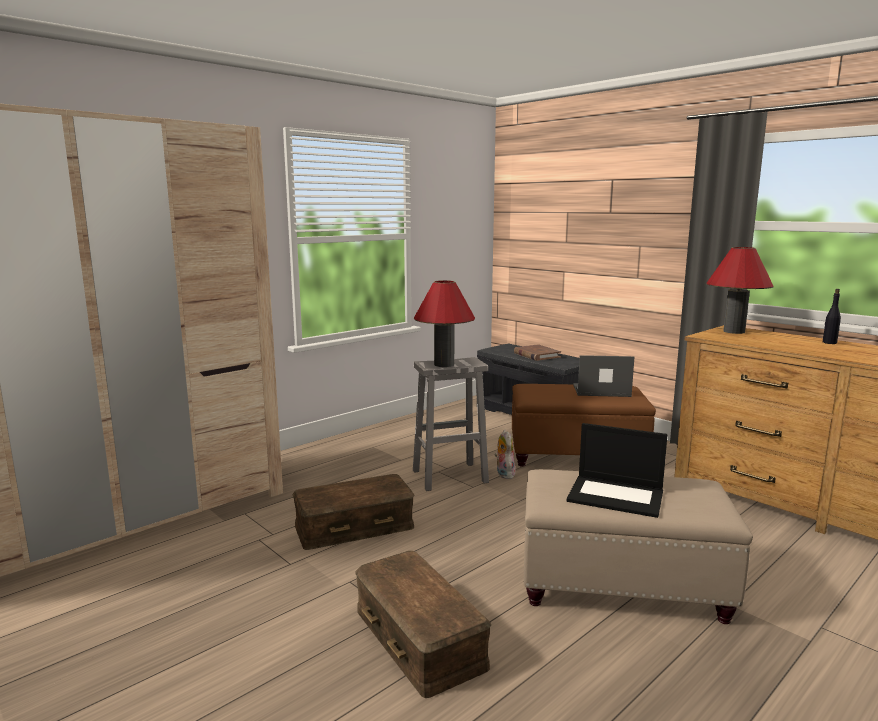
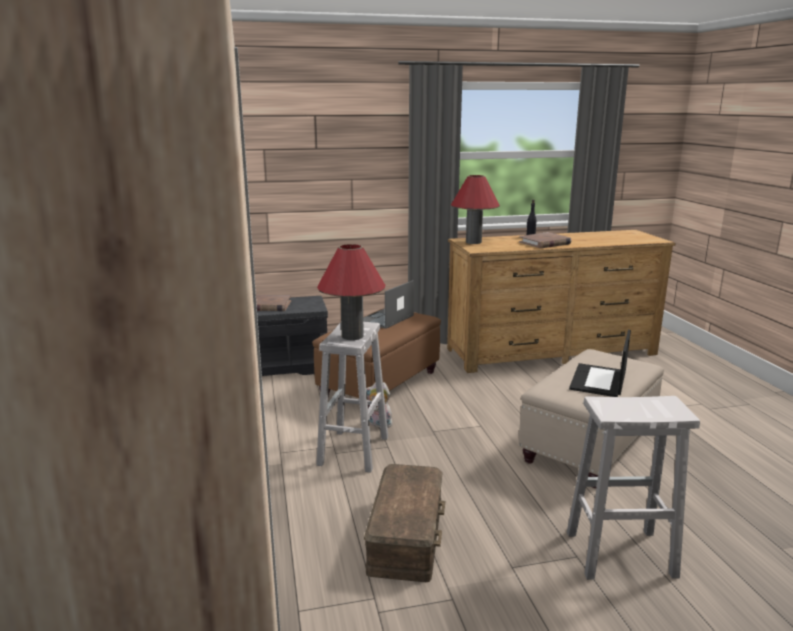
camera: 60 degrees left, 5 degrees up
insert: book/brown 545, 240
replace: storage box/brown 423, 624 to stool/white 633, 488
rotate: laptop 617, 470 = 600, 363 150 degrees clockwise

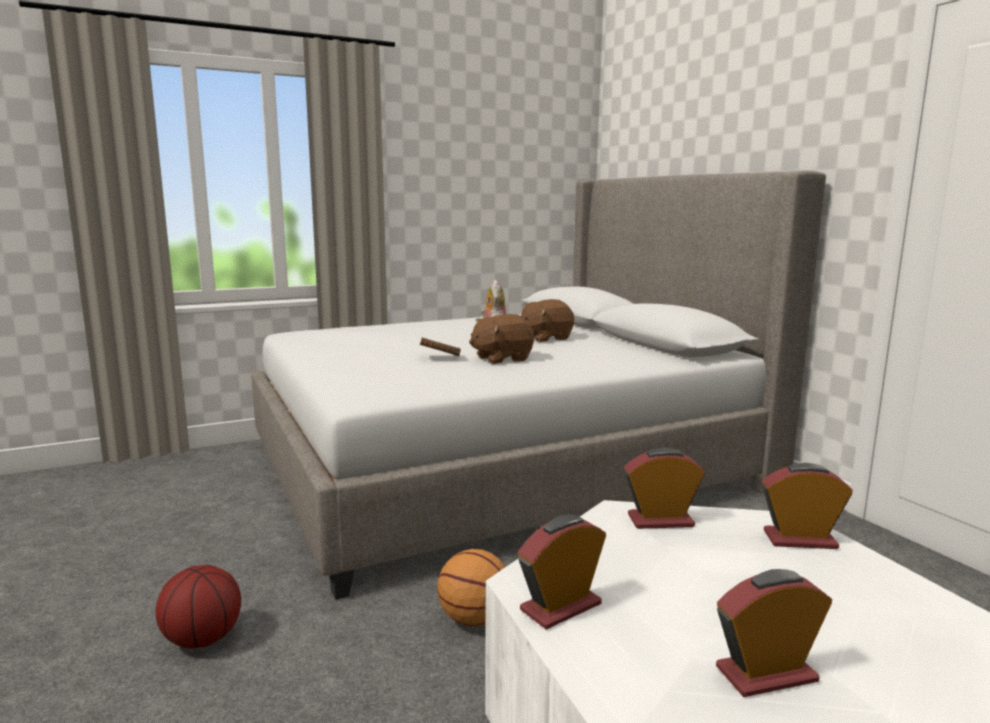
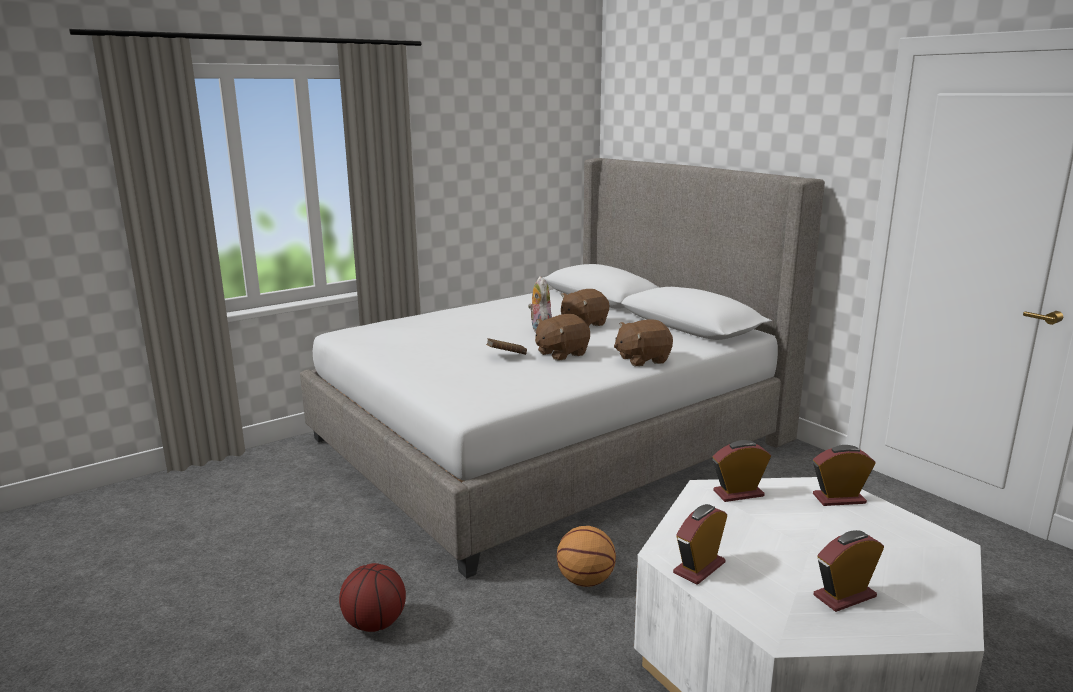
camera: 10 degrees left, 5 degrees up
insert: plush toy/brown 643, 342

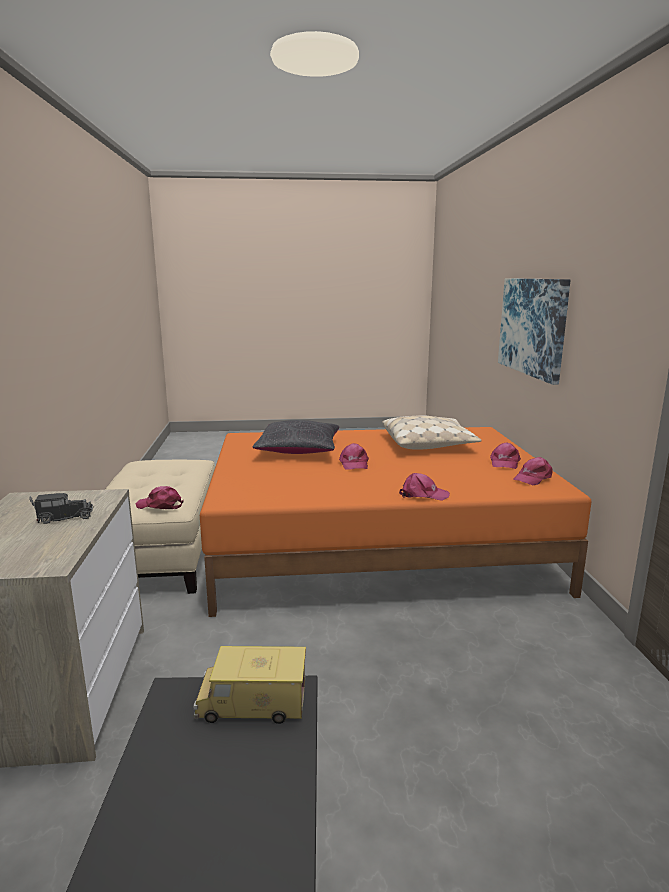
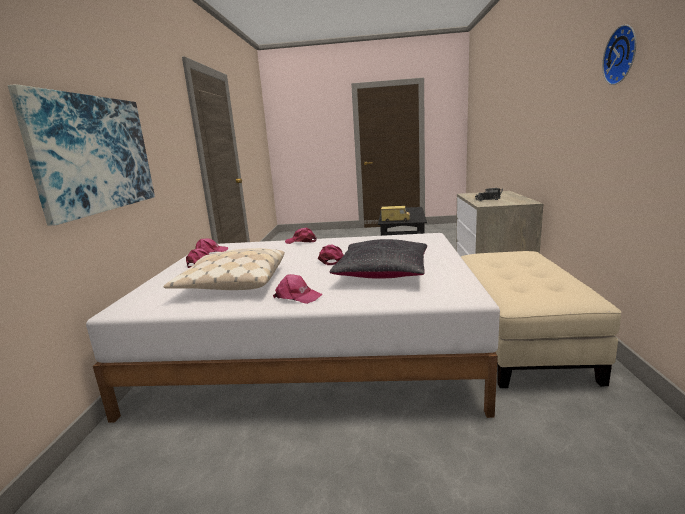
camera: 170 degrees left, 0 degrees up
insert: wall clock 619, 54
move: cap/pink 159, 497 to 298, 289
recolor: bed/orange 395, 522 to bed/white 293, 328

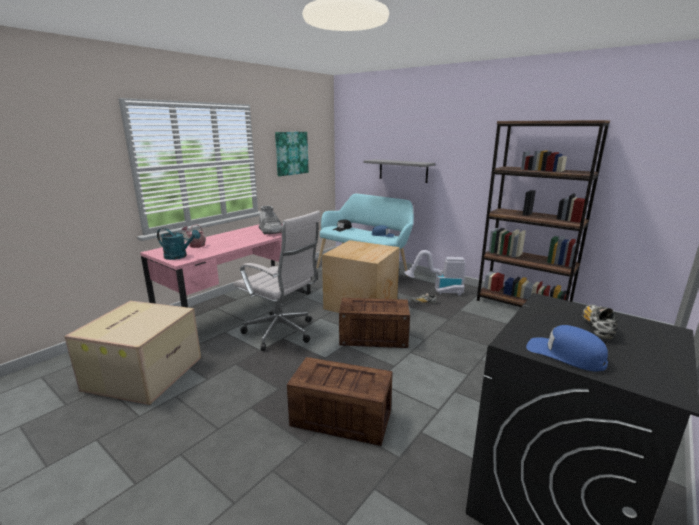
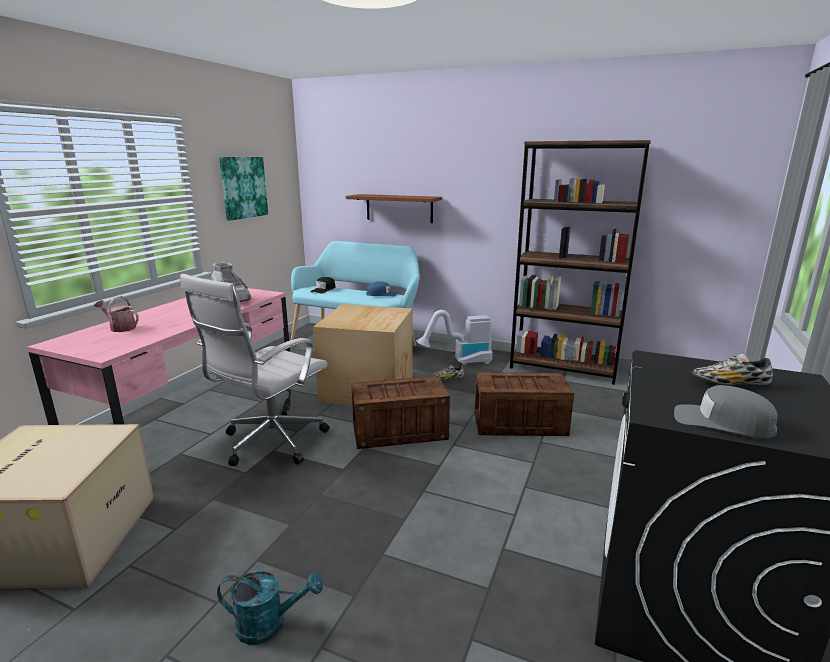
camera: 15 degrees left, 0 degrees up
move: watering can/turquoise 178, 244 to 270, 608; crate 340, 401 to 524, 404
recolor: shelf/grey 399, 171 to shelf/brown 394, 208; cap/blue 567, 348 to cap/grey 725, 411
rotate: office chair/white 277, 281 = 254, 370 105 degrees clockwise; shoe 599, 322 = 732, 369 90 degrees counterclockwise

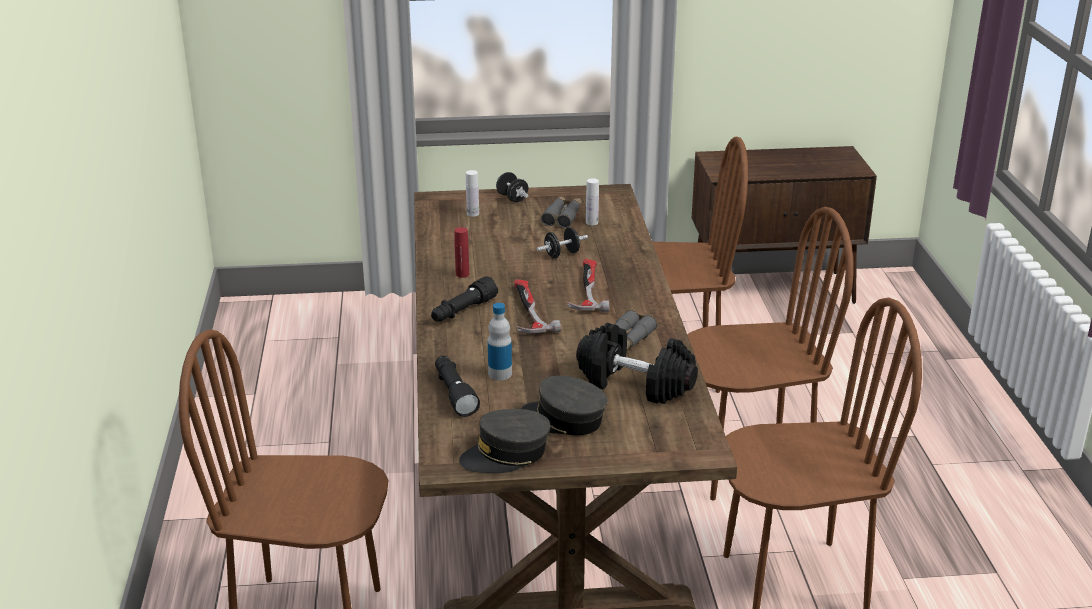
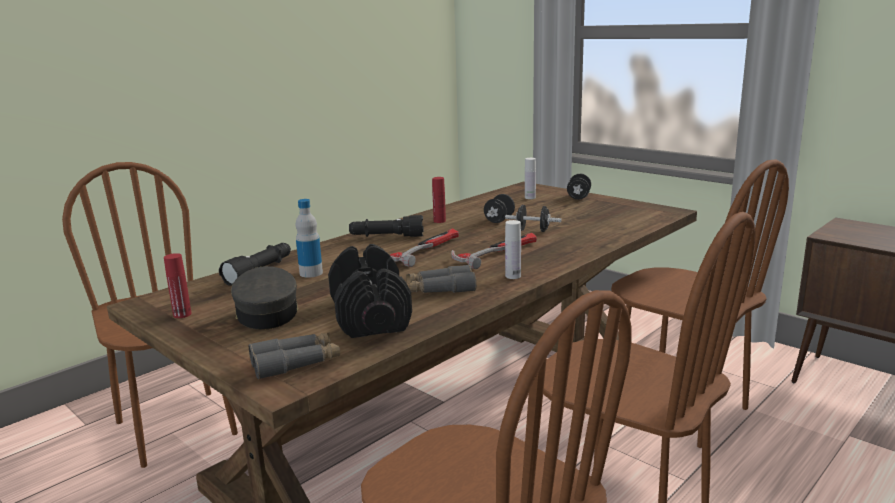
camera: 50 degrees right, 10 degrees down
insert: dumbbell/black 499, 208
move: binoculars/grey 561, 212 to 294, 356; bottle/white 592, 201 to 513, 249
replace: cap/grey 504, 441 to bottle/red 178, 285

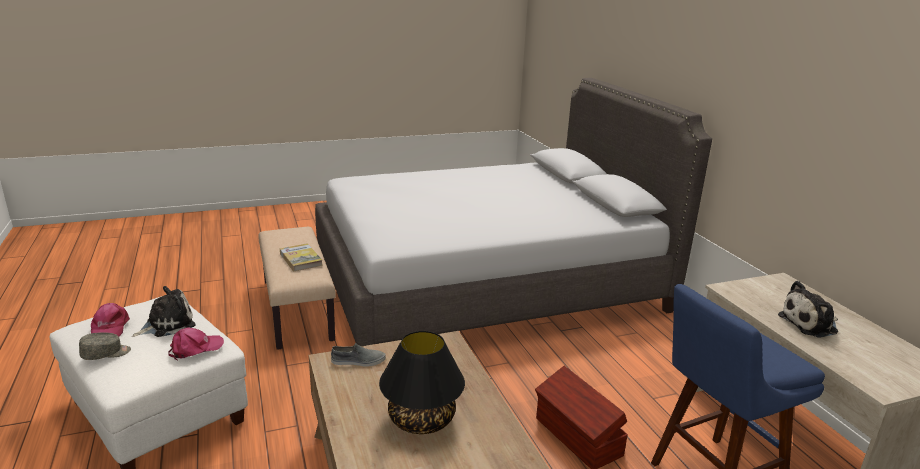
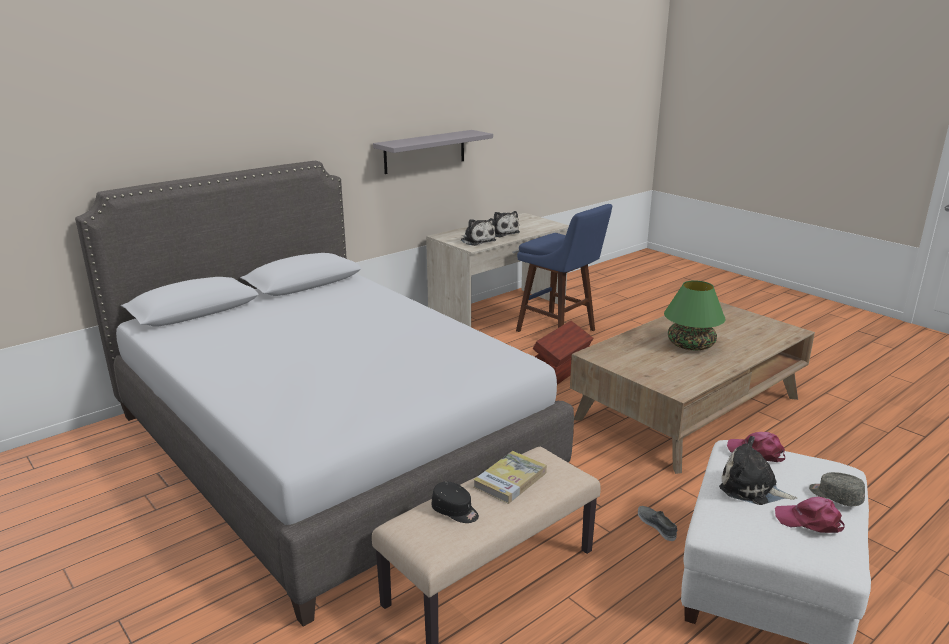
camera: 110 degrees left, 0 degrees up
insert: shelf/grey 433, 152; cap/black 455, 502; plush toy 478, 232
move: shoe/grey 358, 355 to 658, 523
recolor: table lamp/black 422, 382 to table lamp/green 695, 315
rotate: cap/pink 110, 319 = 810, 515 120 degrees counterclockwise

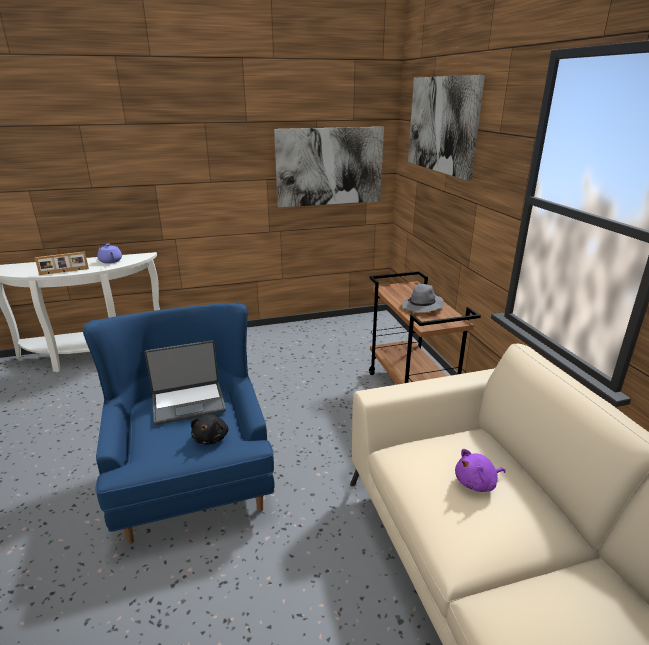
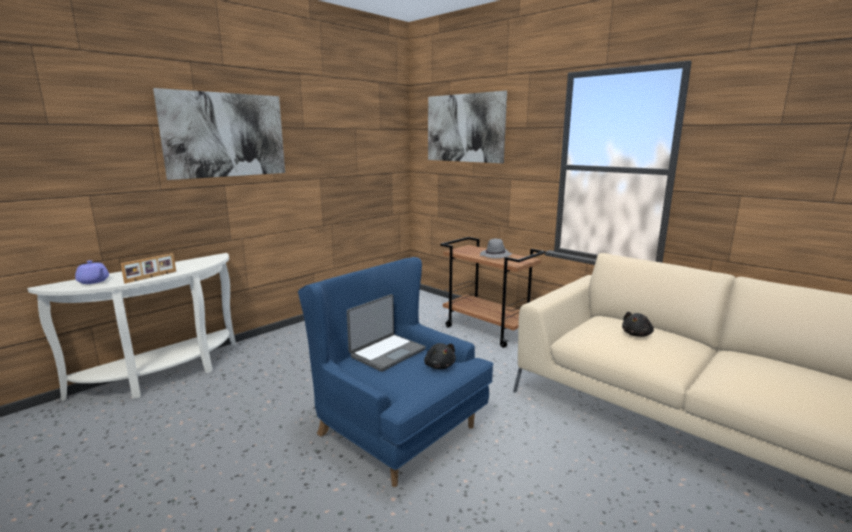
camera: 30 degrees left, 10 degrees down
move: teapot/purple 109, 254 to 92, 272; picture 329, 167 to 219, 134
recolor: plush toy/purple 480, 470 to plush toy/black 638, 324

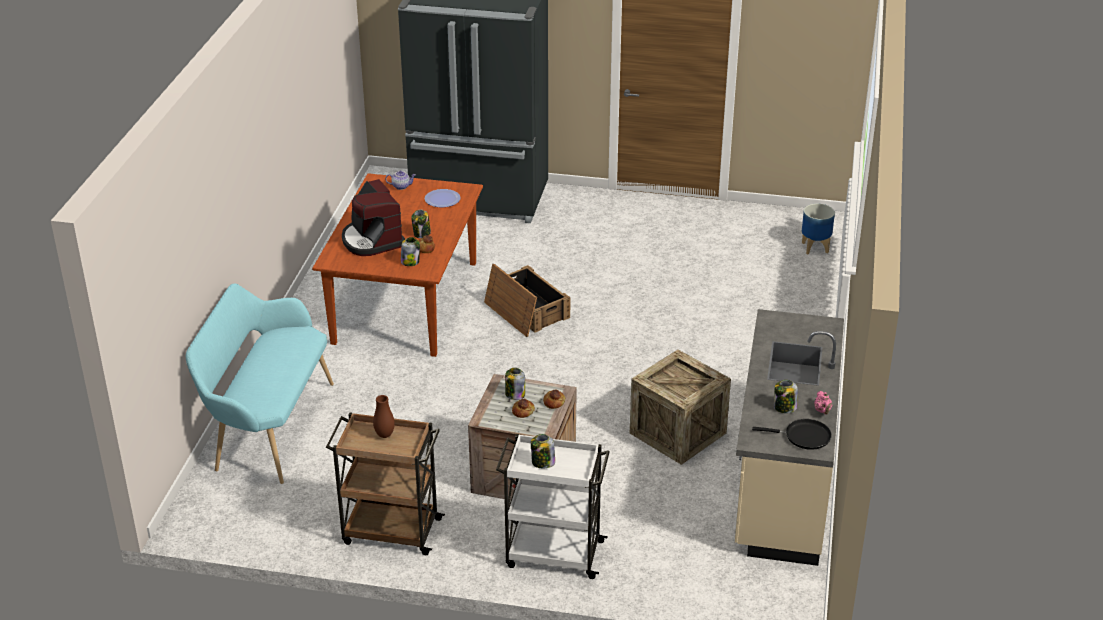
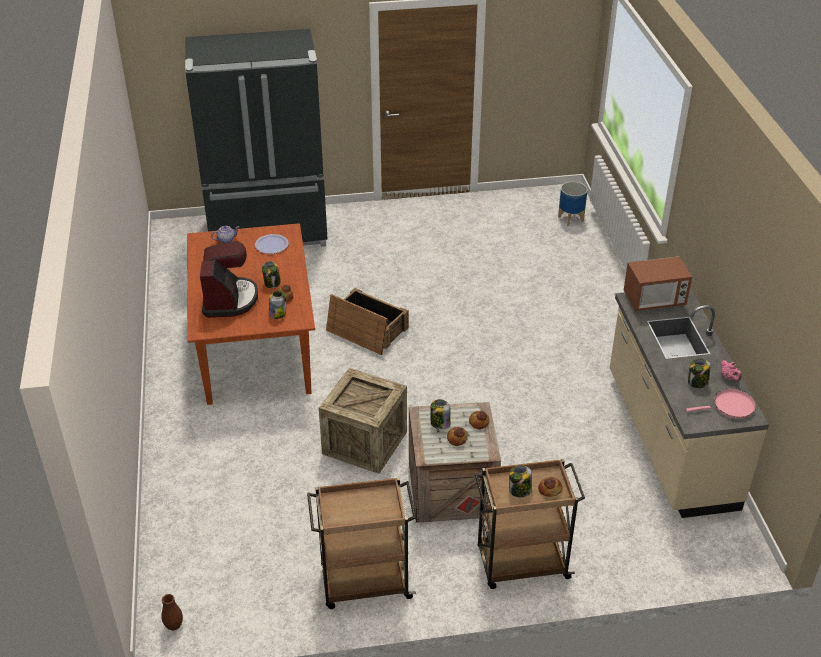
camera: 20 degrees left, 5 degrees up
delete: bench/turquoise 260, 384
insert: bread 550, 487; microwave 658, 283
move: vase/brown 384, 416 to 172, 612; crate 680, 407 to 363, 421
recolor: cart/white 553, 506 to cart/brown 530, 524; frying pan/black 792, 434 to frying pan/pink 721, 404
rotate: coffee machine 373, 217 = 229, 279 135 degrees counterclockwise

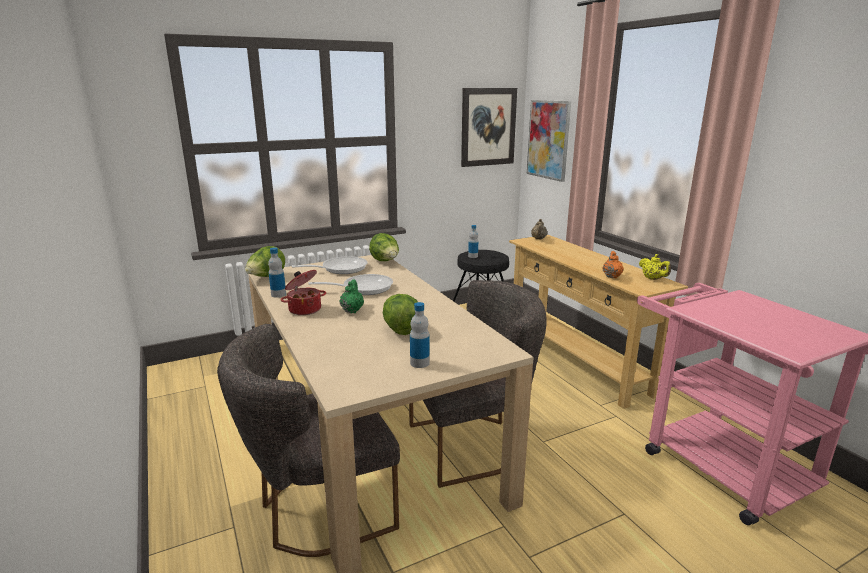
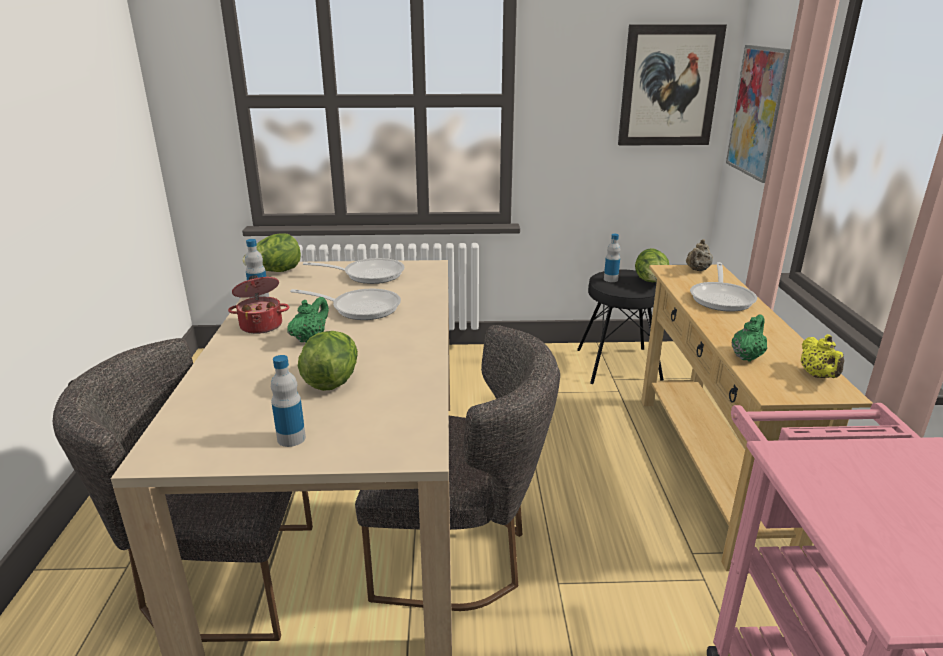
camera: 25 degrees right, 5 degrees up
insert: frying pan 723, 287
move: lettuce 384, 247 to 652, 265
recolor: teapot/orange 613, 264 to teapot/green 749, 338

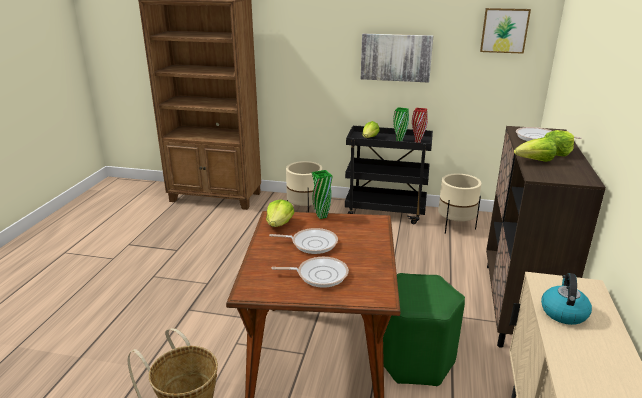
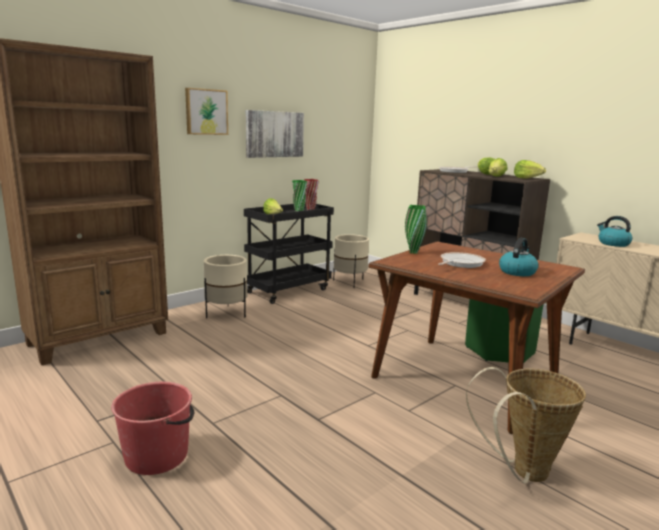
camera: 55 degrees left, 10 degrees down
insert: bucket/red 152, 428
move: lettuce 280, 213 to 530, 169; picture 505, 31 to 206, 111
replace: frying pan 310, 272 to kettle 519, 257

